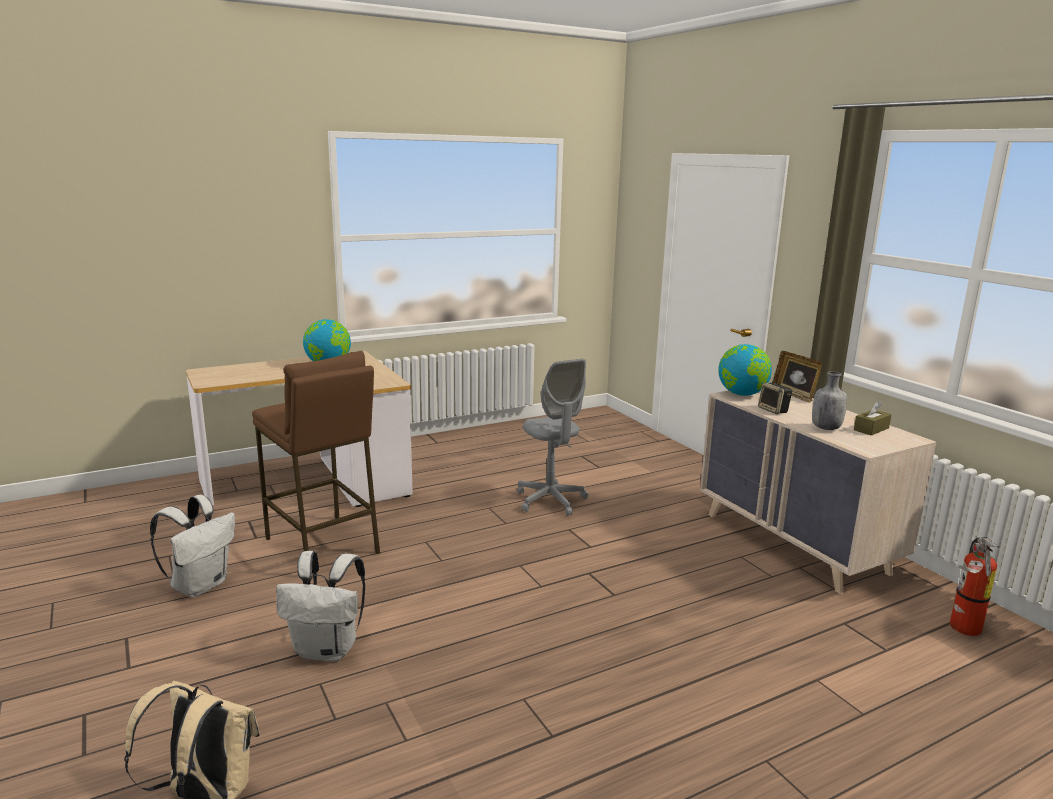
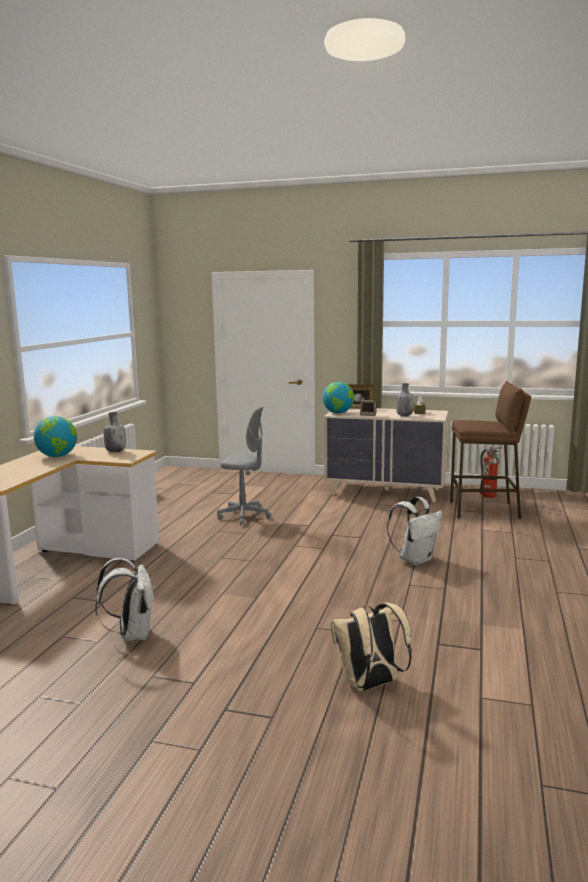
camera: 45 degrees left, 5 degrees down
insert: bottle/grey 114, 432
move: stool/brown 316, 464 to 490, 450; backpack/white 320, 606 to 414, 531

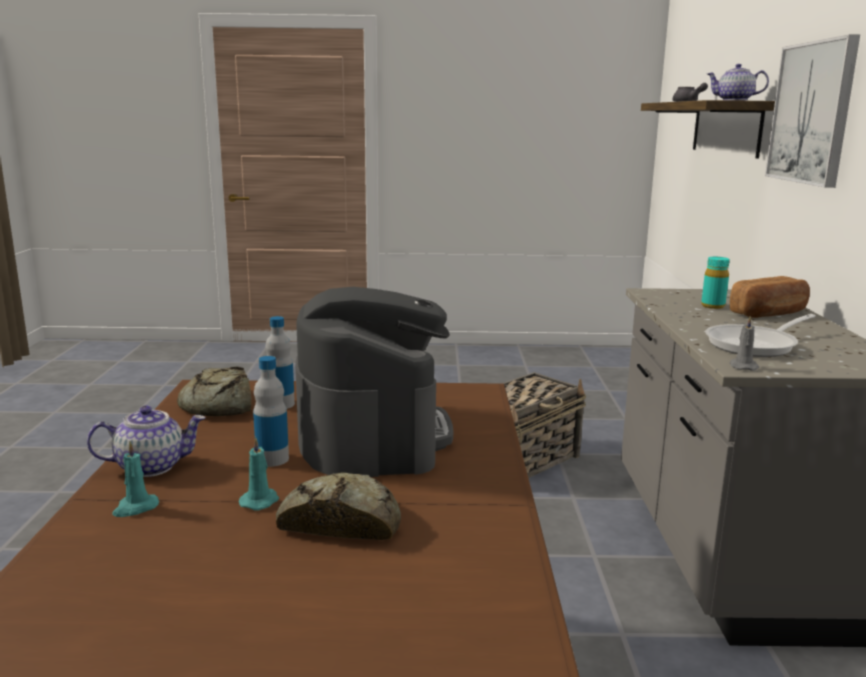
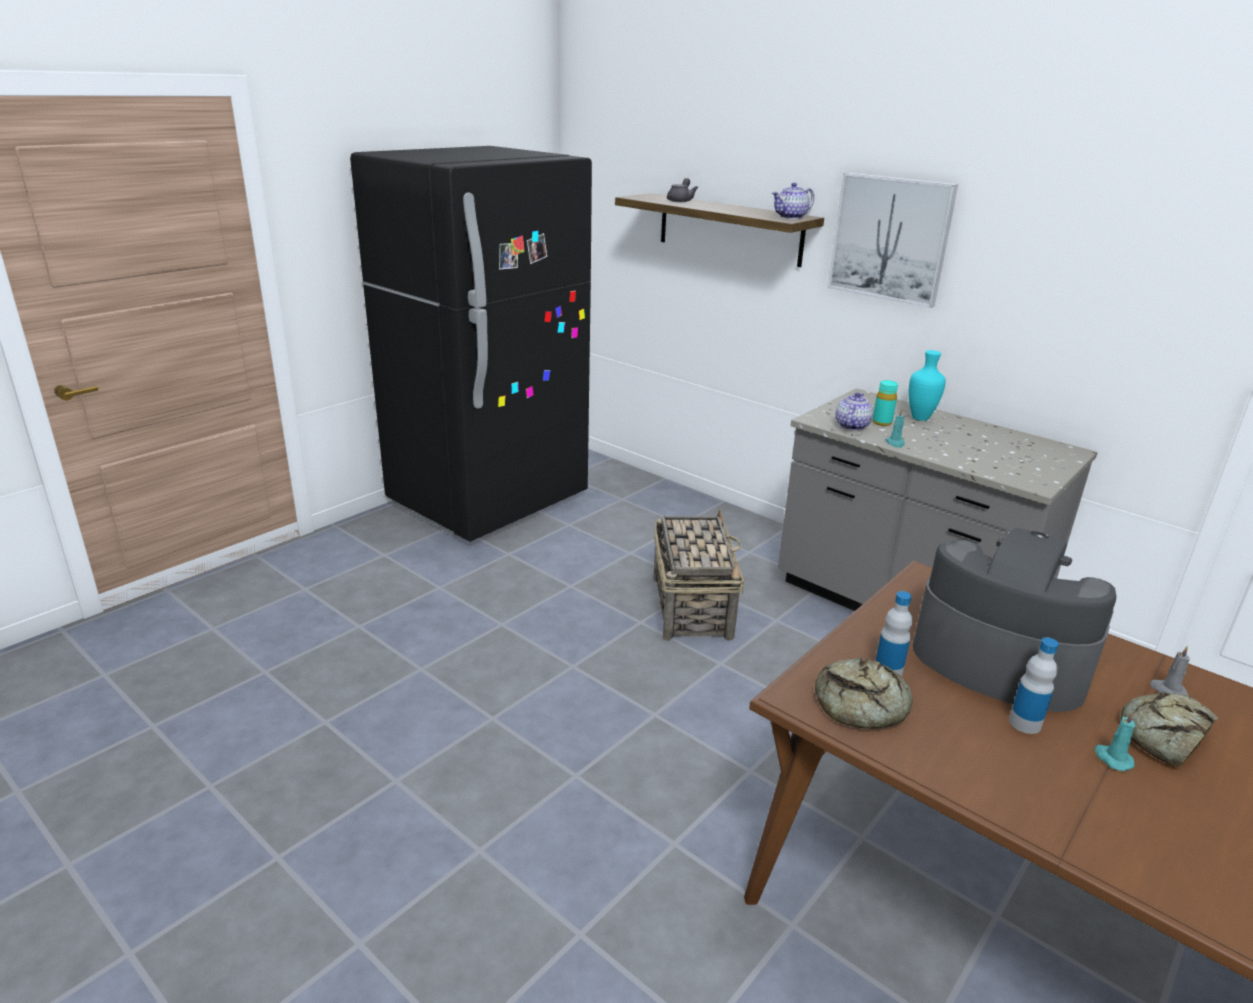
camera: 50 degrees left, 10 degrees up
delete: frying pan 760, 335
insert: fridge/black 471, 344
move: teapot 146, 441 to 854, 412; candle/turquoise 135, 479 to 895, 428; candle/grey 744, 343 to 1170, 671
replace: bread 770, 297 to vase/turquoise 927, 385

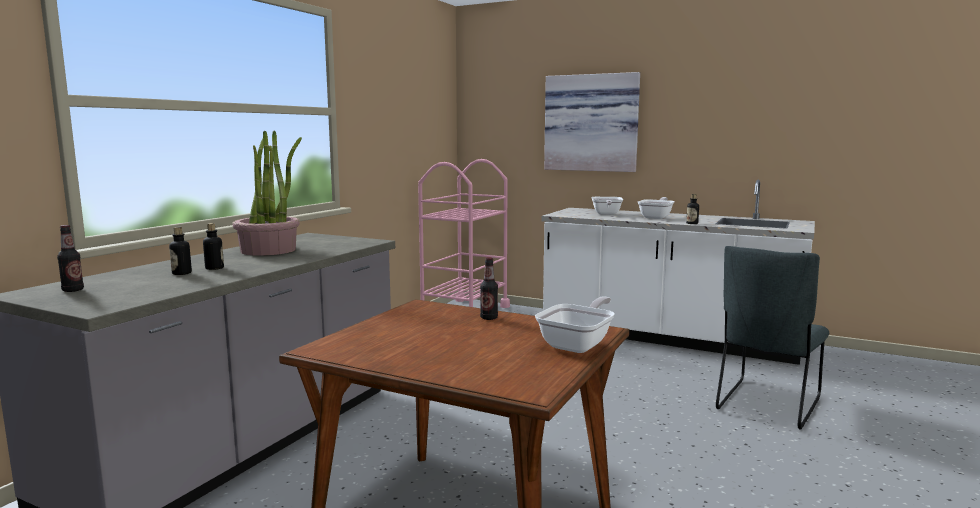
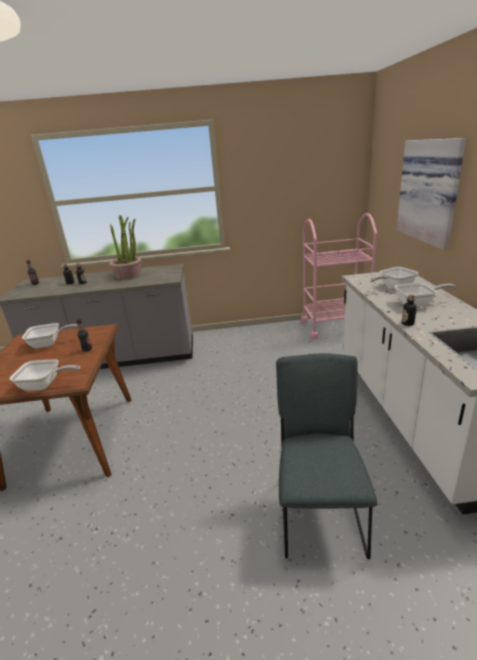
camera: 60 degrees right, 15 degrees up
insert: frying pan 50, 335
rotate: chair/grey 772, 338 = 326, 456 90 degrees clockwise

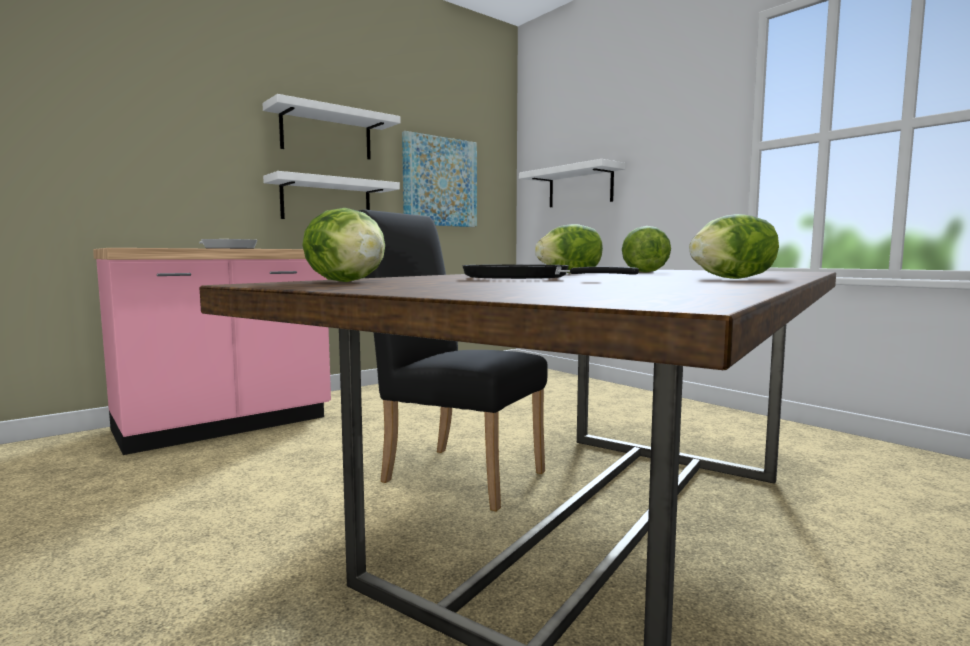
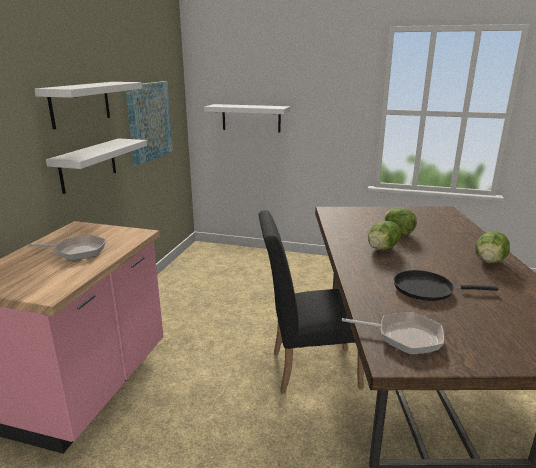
camera: 35 degrees left, 15 degrees up
replace: lettuce 344, 245 to frying pan 393, 333

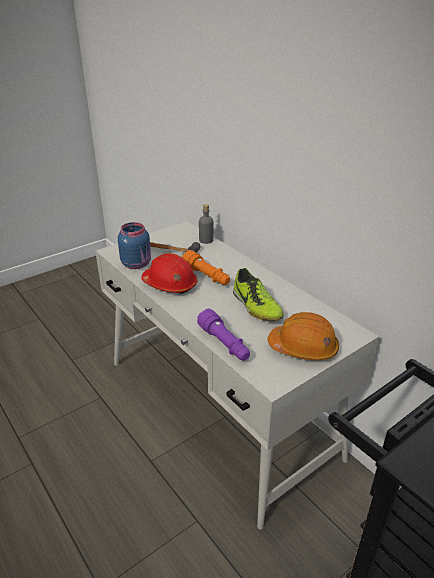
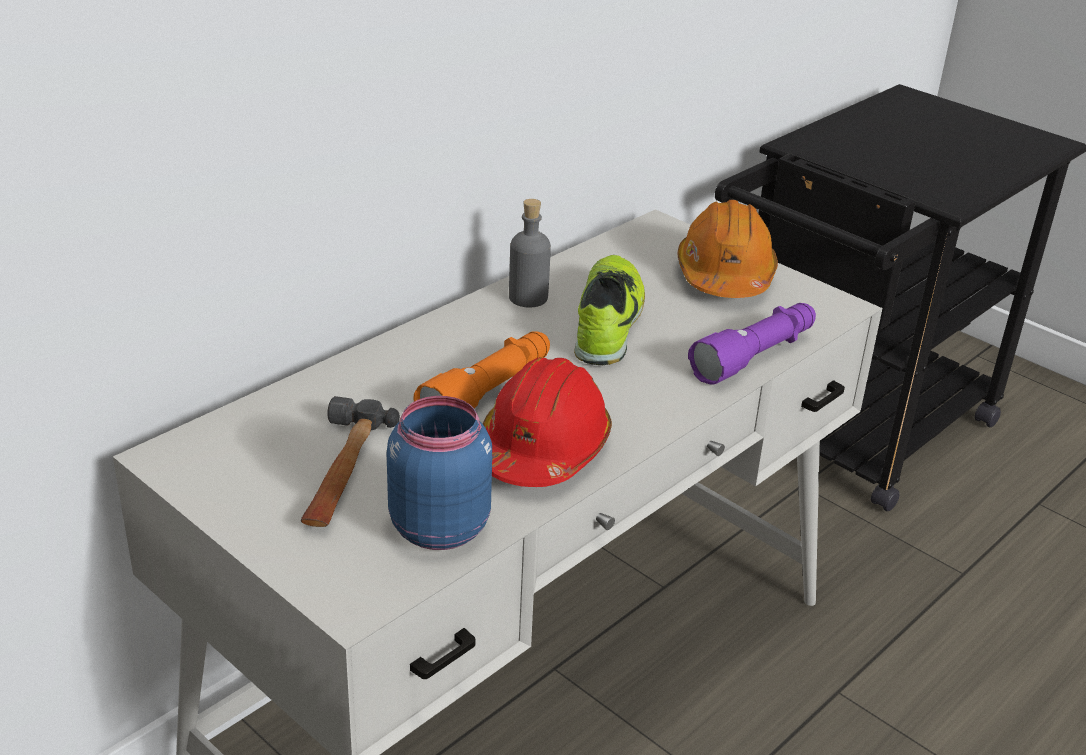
camera: 100 degrees left, 0 degrees up
move: bottle/grey 206, 224 to 530, 253
rotate: shoe 258, 295 = 609, 310 45 degrees counterclockwise

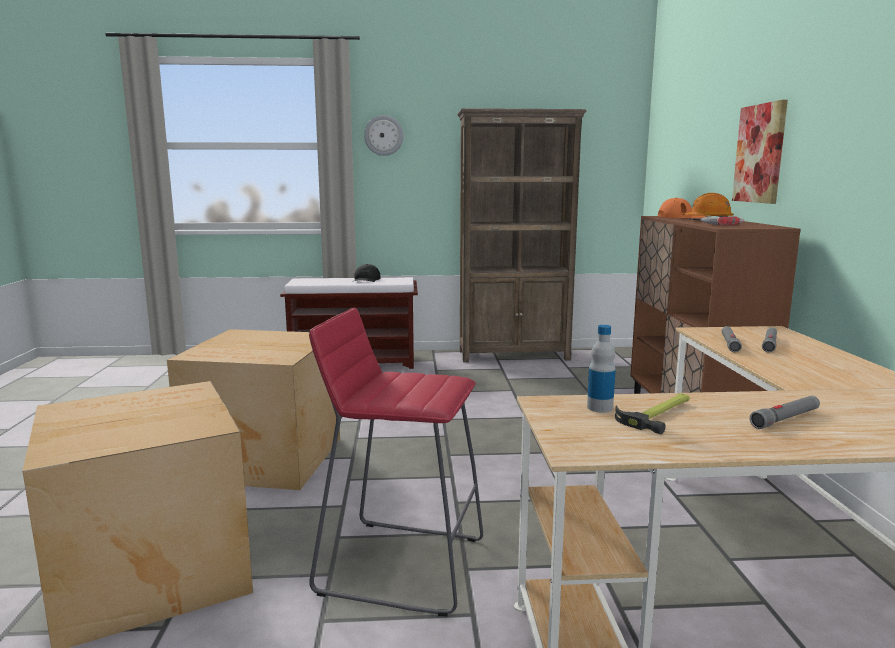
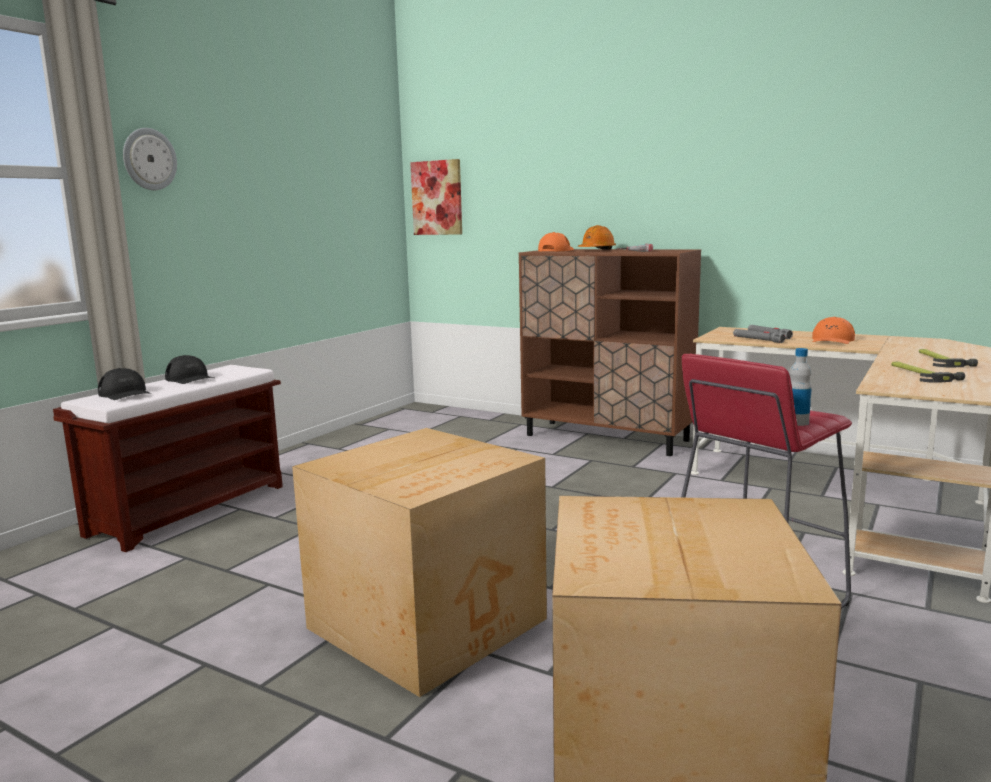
camera: 55 degrees left, 0 degrees up
delete: bookcase/brown 522, 235
insert: cap/black 124, 384; cap/orange 833, 330
move: bottle 601, 369 to 800, 387; picture 760, 152 to 436, 197
replace: flashlight/grey 785, 412 to hammer 948, 358

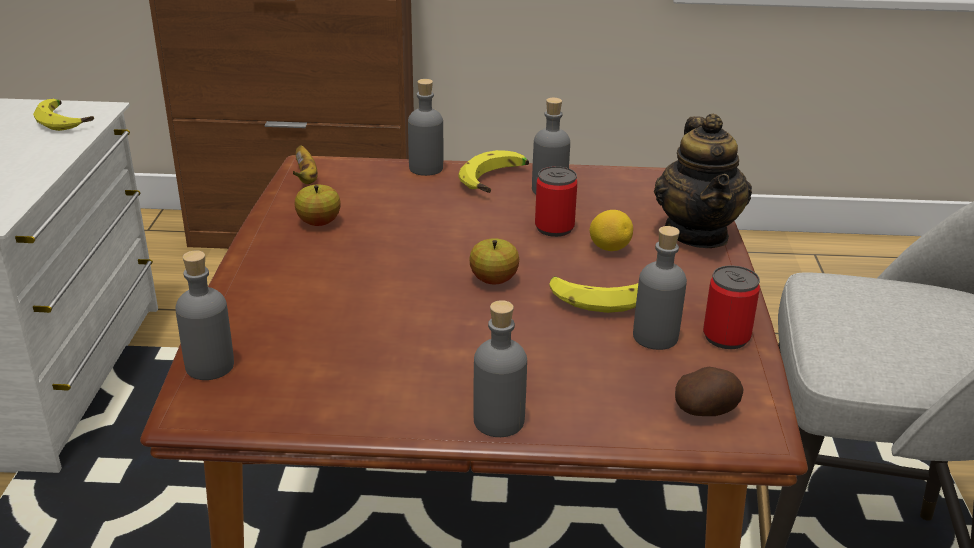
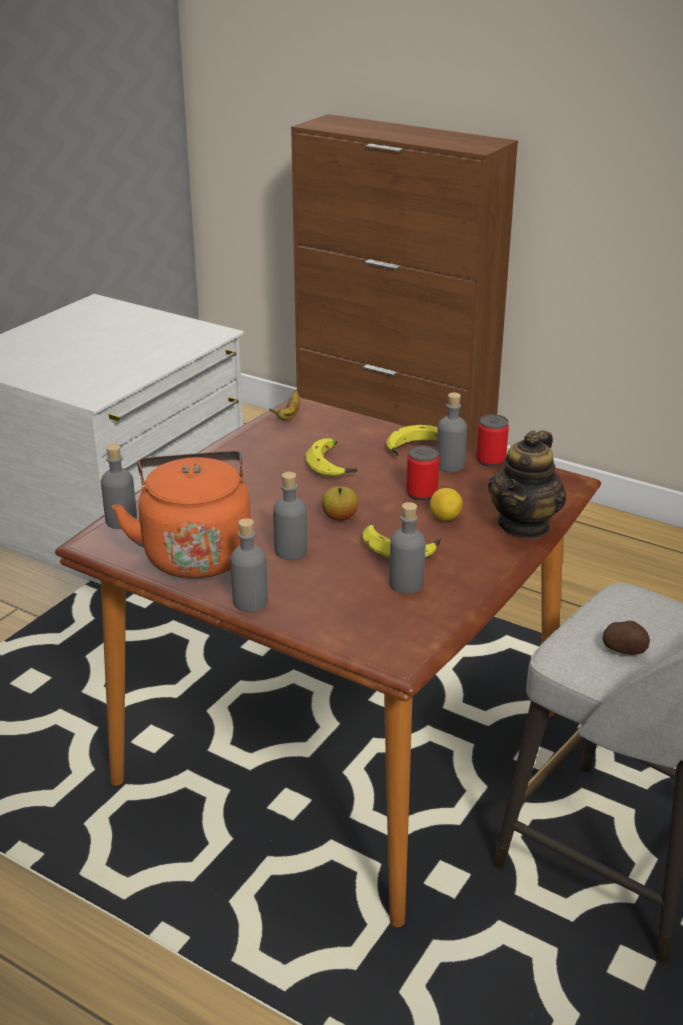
camera: 30 degrees right, 0 degrees up
delete: apple 317, 205
insert: kettle/orange 181, 515
move: banana 63, 115 to 332, 457; bottle/grey 425, 127 to 290, 516; potato 709, 391 to 626, 638; can 731, 307 to 492, 440

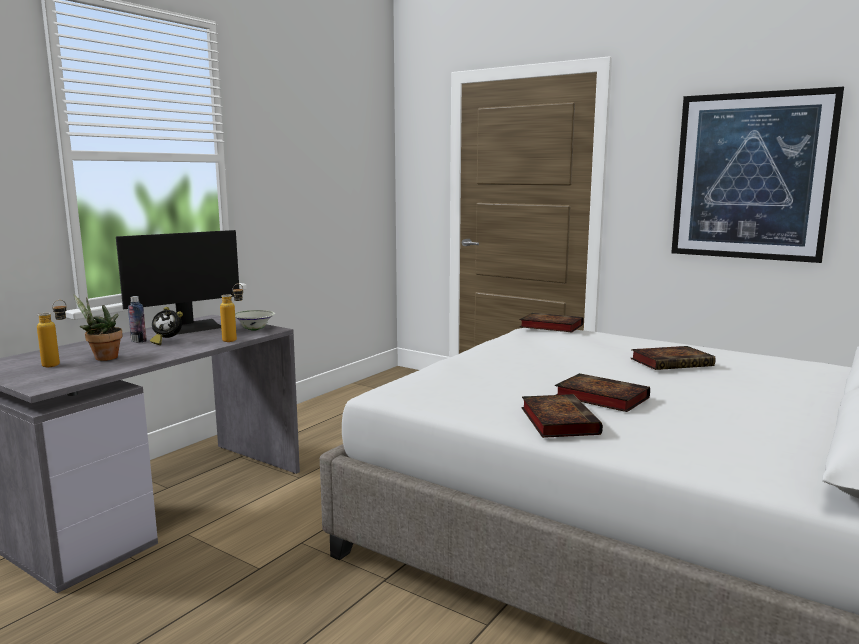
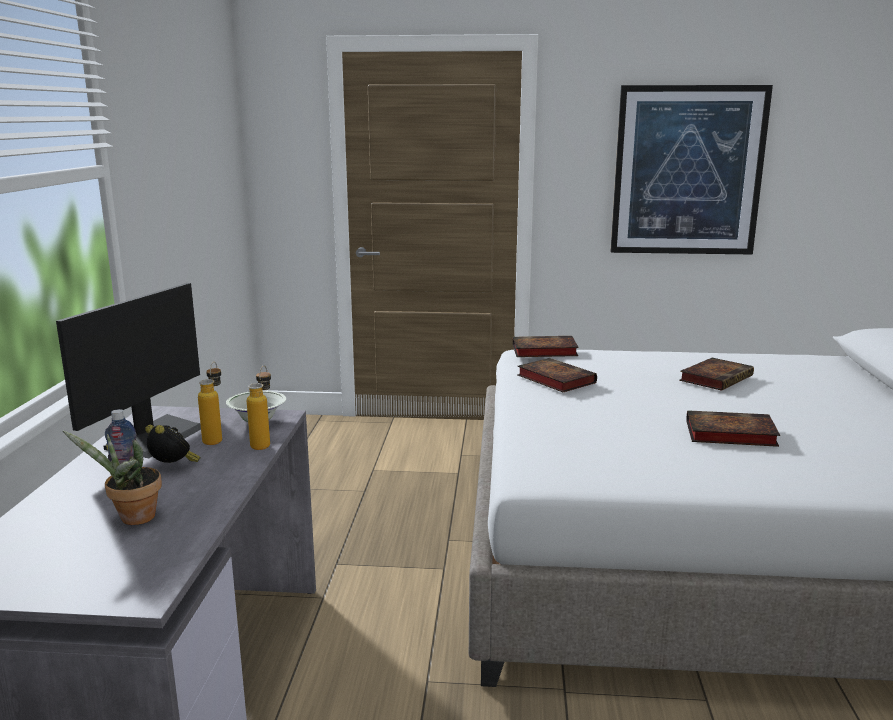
camera: 30 degrees left, 5 degrees up
move: bottle 52, 333 to 210, 403; book 562, 416 to 557, 375
rotate: alarm clock 166, 326 = 173, 444 120 degrees counterclockwise

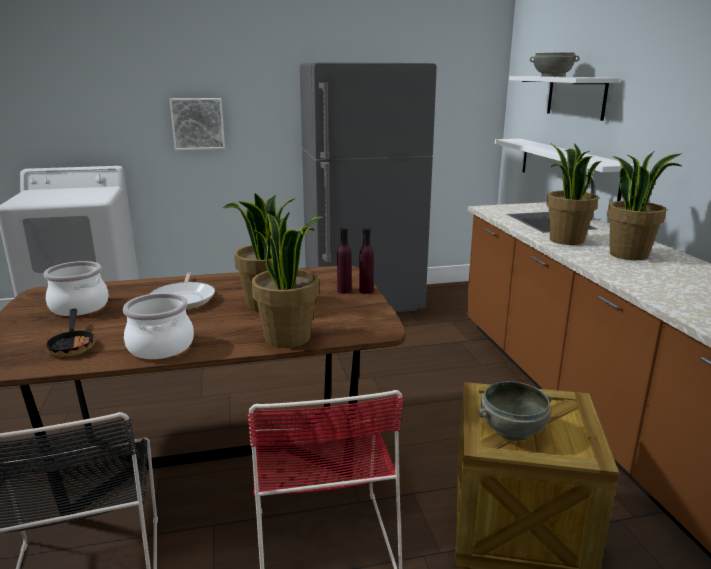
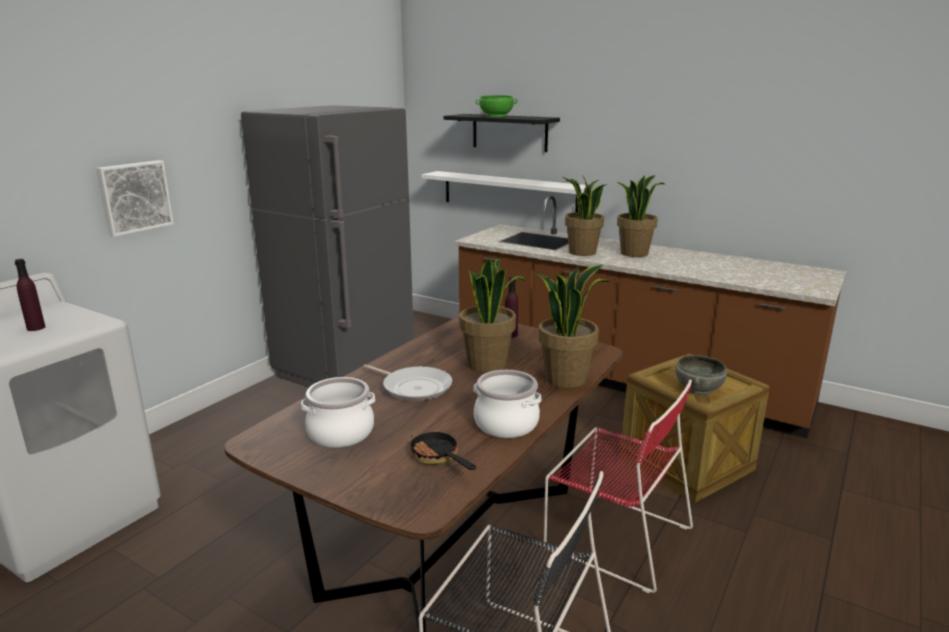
camera: 45 degrees left, 0 degrees up
move: bottle/purple 366, 261 to 30, 295
recolor: shelf/white 564, 98 to shelf/black 501, 133; bowl/grey 554, 65 to bowl/green 496, 106
rotate: frying pan 70, 332 = 441, 450 150 degrees counterclockwise

